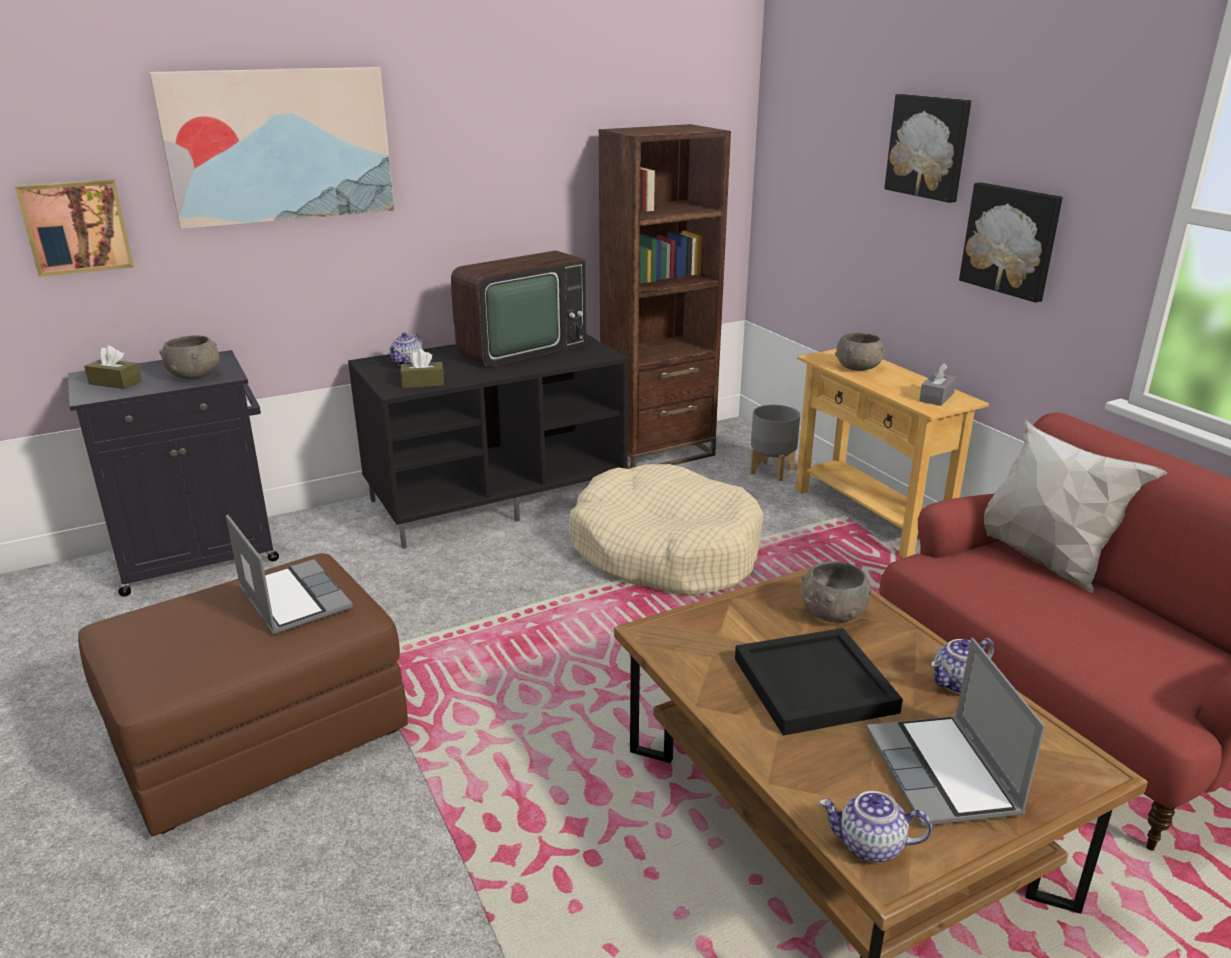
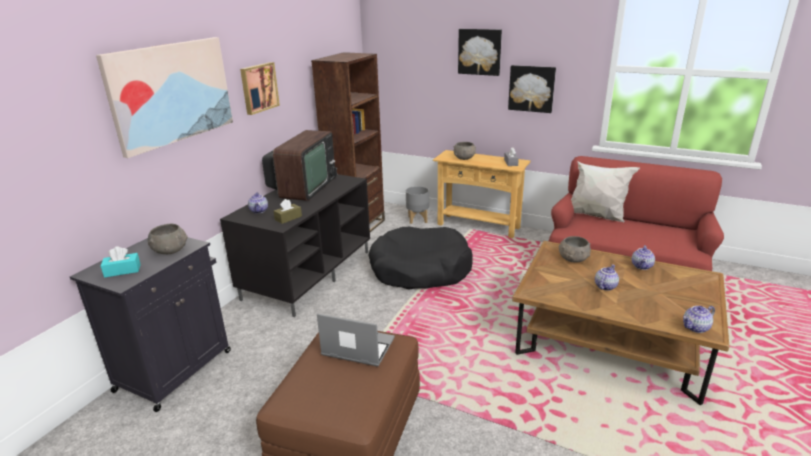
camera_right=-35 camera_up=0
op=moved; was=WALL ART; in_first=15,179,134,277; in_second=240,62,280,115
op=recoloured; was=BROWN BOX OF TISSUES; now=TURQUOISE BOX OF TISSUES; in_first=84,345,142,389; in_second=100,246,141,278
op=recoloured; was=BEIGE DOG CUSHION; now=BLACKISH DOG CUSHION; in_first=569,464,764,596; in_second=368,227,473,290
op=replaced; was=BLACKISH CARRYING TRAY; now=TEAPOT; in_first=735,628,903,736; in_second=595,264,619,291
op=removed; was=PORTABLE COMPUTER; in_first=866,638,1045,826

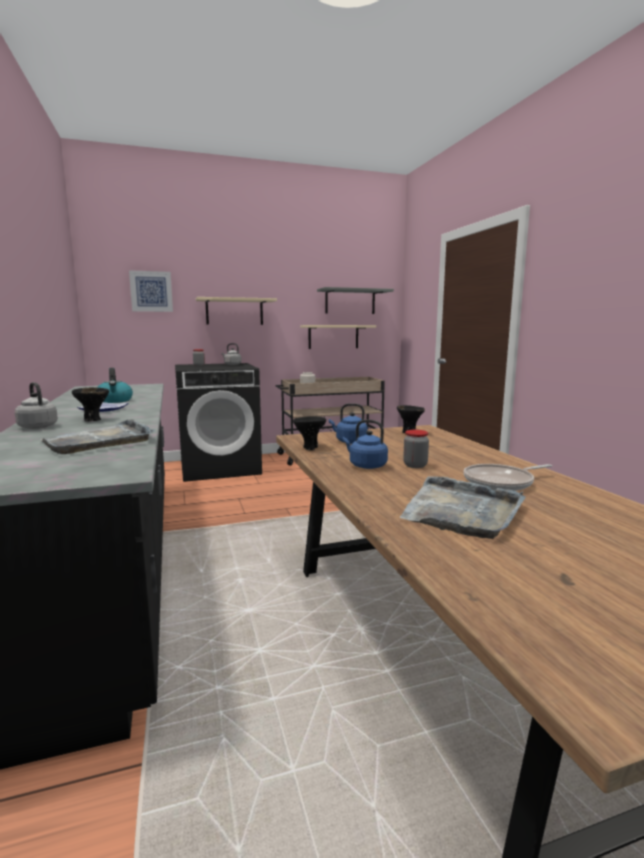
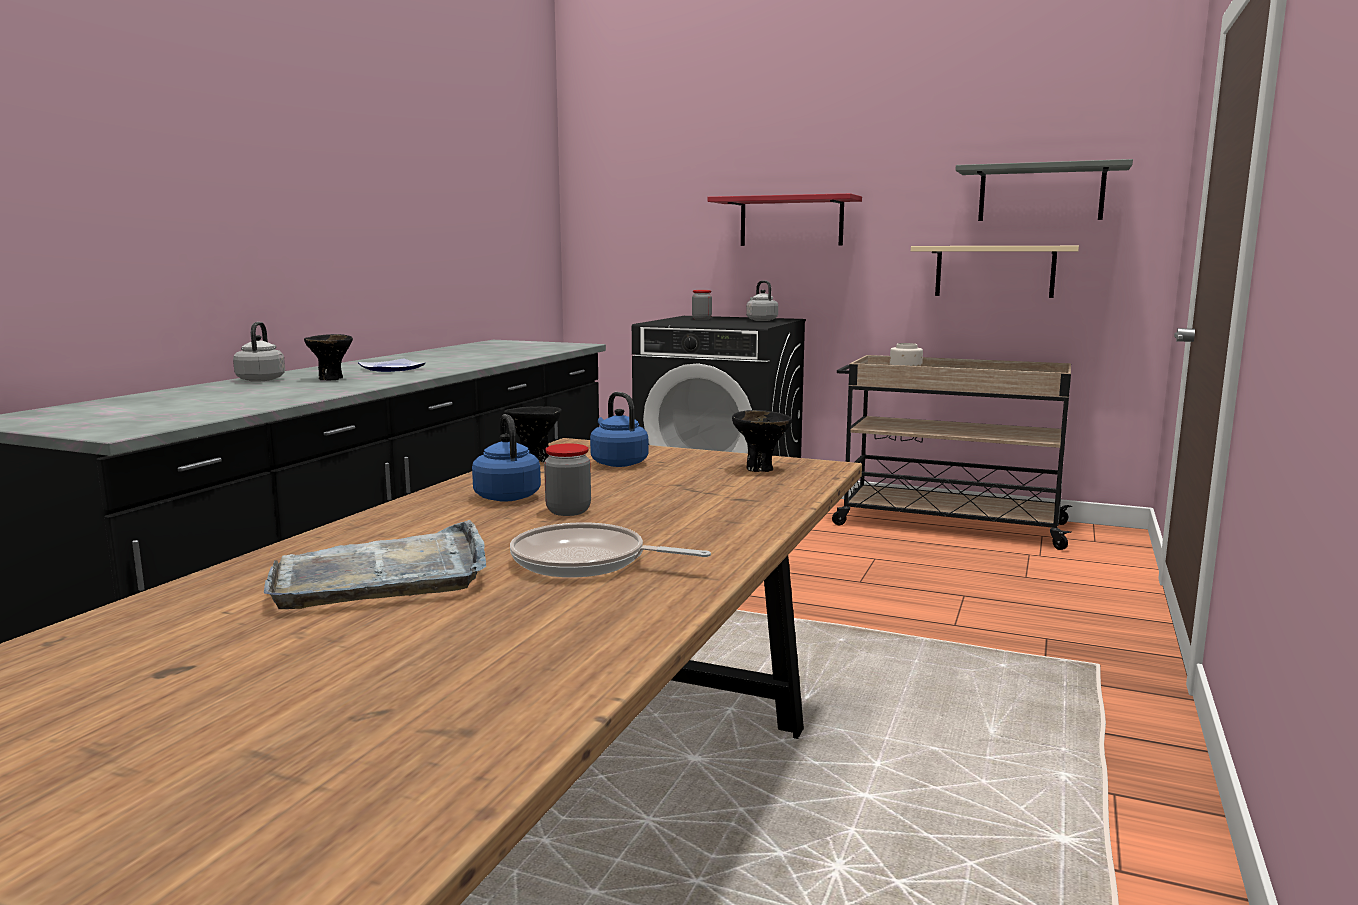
camera_right=40 camera_up=0
op=removed; was=WALL ART; in_first=129,270,173,312
op=recoloured; was=BEIGE WALL SHELF; now=REDDISH WALL SHELF; in_first=196,297,277,325; in_second=707,193,862,246
op=removed; was=TEA KETTLE; in_first=97,368,133,403
op=removed; was=GRAY CARRYING TRAY; in_first=40,419,156,454

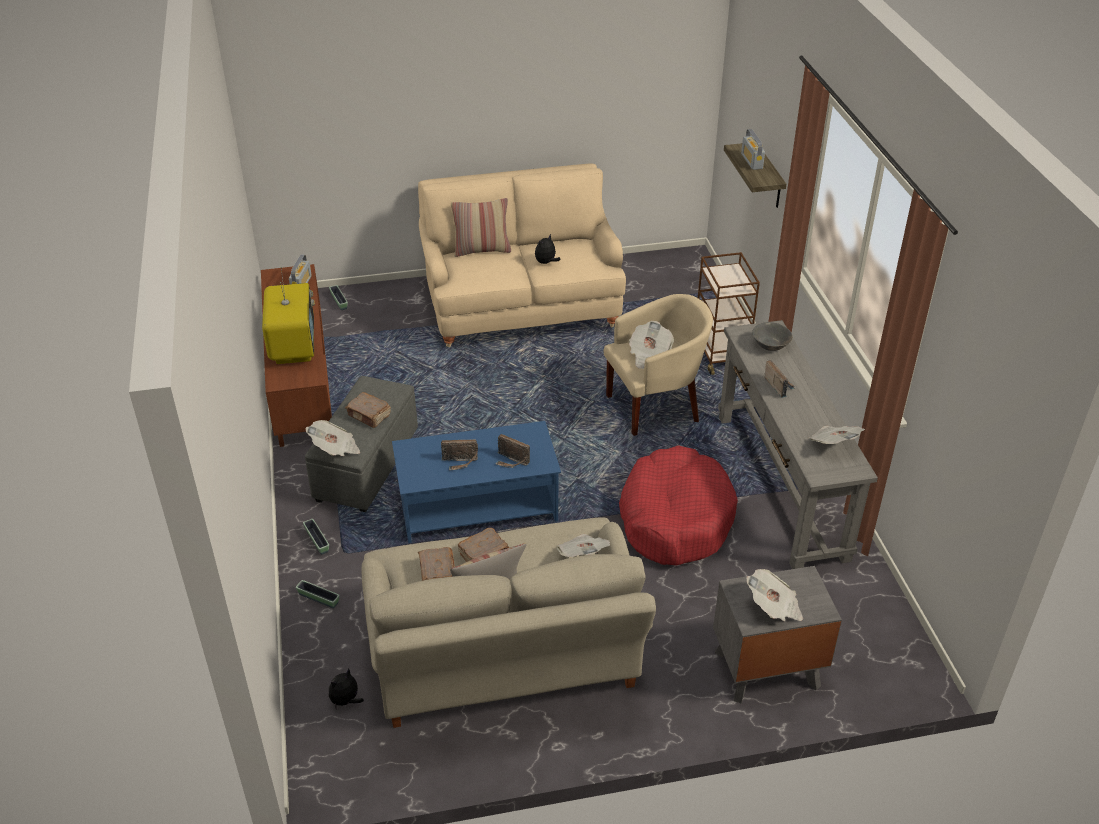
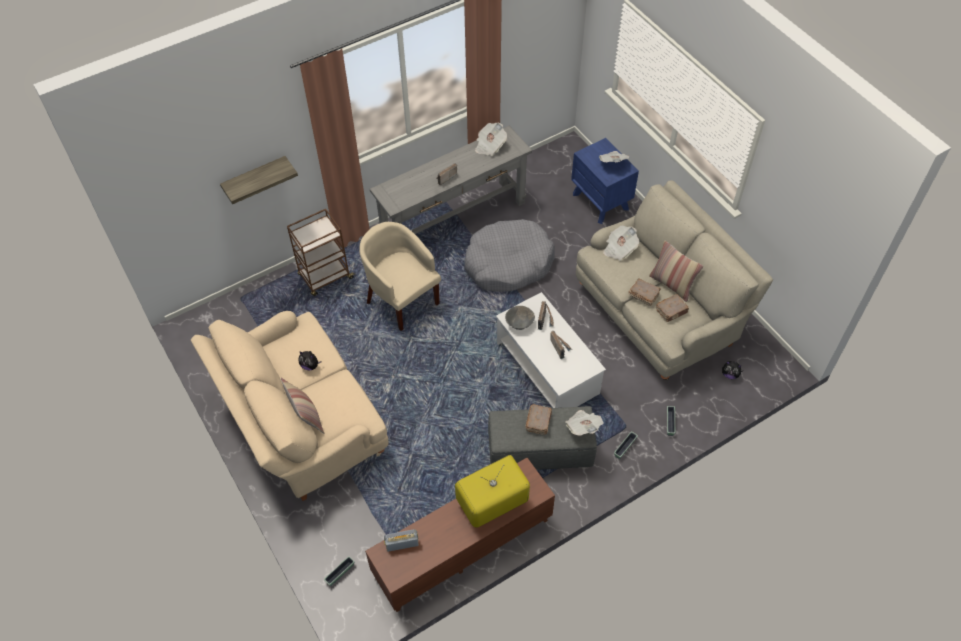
camera_right=-110 camera_up=15
op=removed; was=RADIO; in_first=741,129,765,170
op=removed; was=DAILY PAPER; in_first=629,321,674,369
op=moved; was=GRAY SERVING BOWL; in_first=752,322,793,351; in_second=505,306,535,330
op=recoloured; was=BLUE LOW TABLE; now=WHITE-COLOURED LOW TABLE; in_first=392,421,561,543; in_second=496,292,606,408
op=recoloured; was=REDDISH DOG CUSHION; now=GRAY DOG CUSHION; in_first=619,445,738,565; in_second=464,219,555,292
op=recoloured; was=GRAY BEDSIDE TABLE; now=BLUE BEDSIDE TABLE; in_first=713,566,842,703; in_second=571,138,639,224

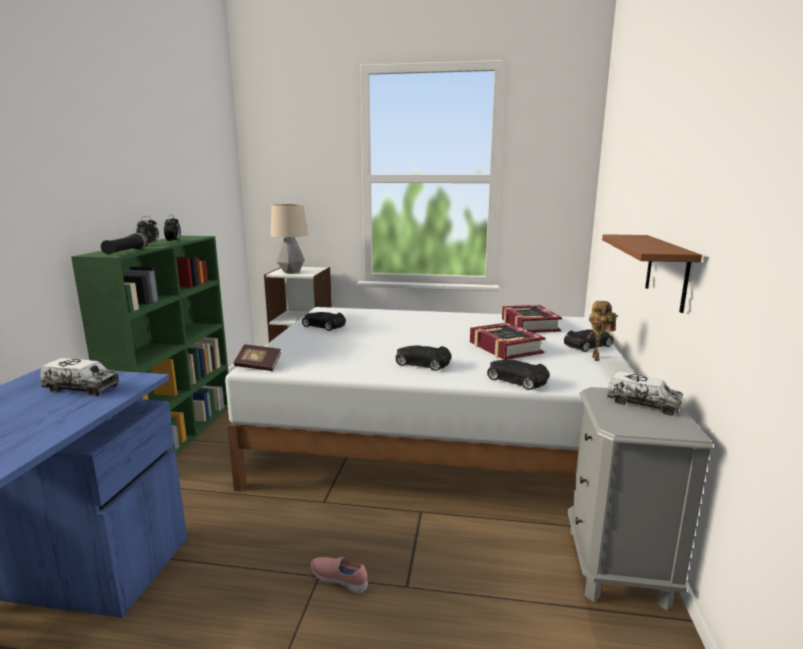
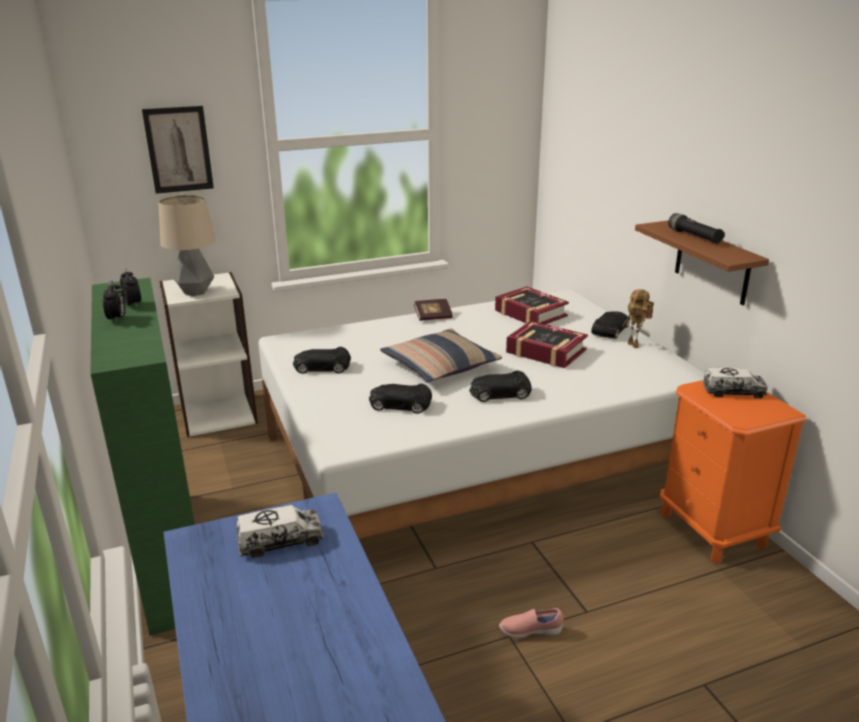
camera_right=-30 camera_up=10
op=moved; was=BLACKISH TORCH; in_first=101,233,149,255; in_second=668,213,725,244
op=moved; was=VOLUME; in_first=234,345,281,371; in_second=413,299,453,321
op=moved; was=BLACKISH MINIATURE CAR; in_first=487,360,550,390; in_second=369,383,432,414
op=recoloured; was=GRAY BEDSIDE TABLE; now=ORANGE BEDSIDE TABLE; in_first=568,387,713,610; in_second=660,380,807,564
op=added; now=WALL ART; in_second=142,106,214,194
op=added; now=CUSHION; in_second=380,329,502,383

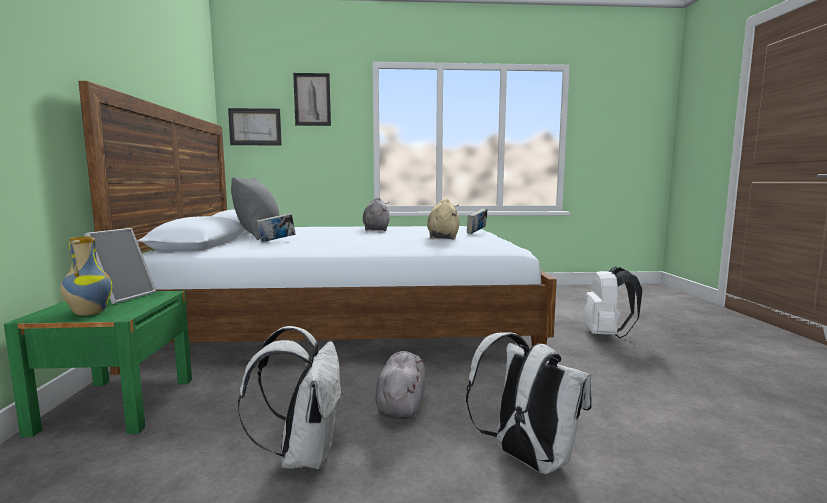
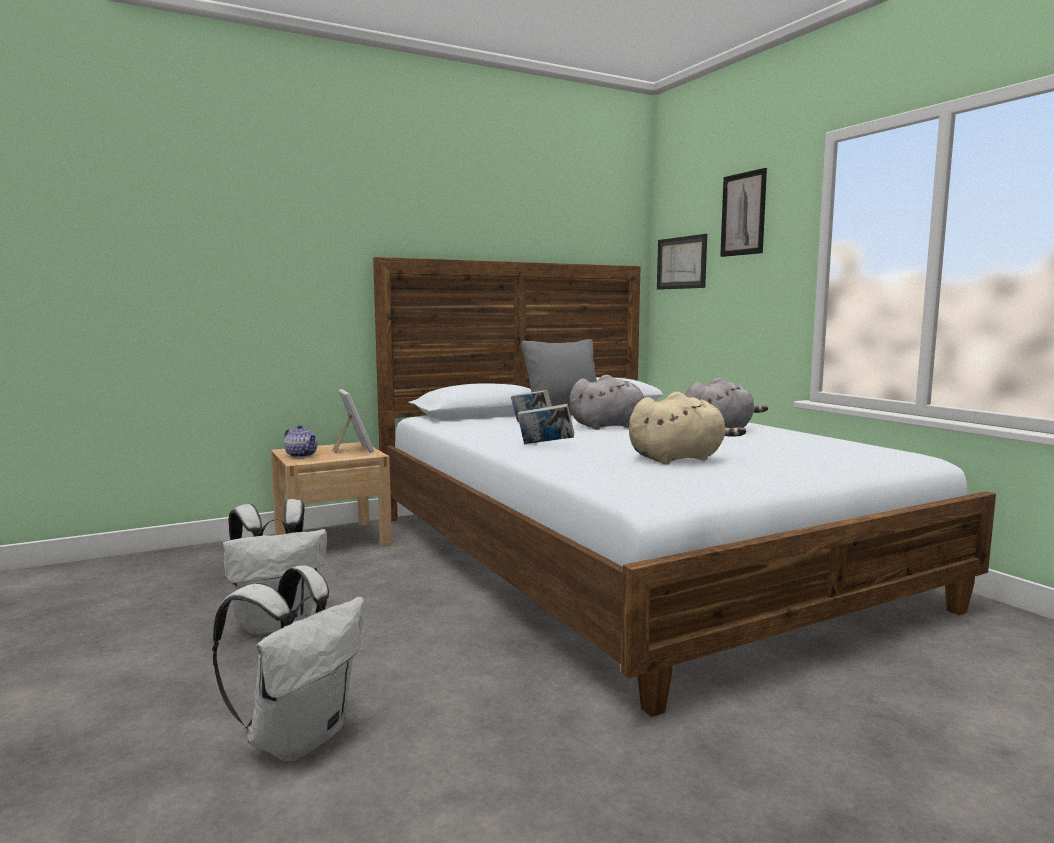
camera_right=65 camera_up=0
op=moved; was=VOLUME; in_first=467,208,488,234; in_second=517,404,574,444
op=turned; was=PICTURE FRAME; in_first=85,228,156,304; in_second=333,389,374,453; clockwise=-105
op=replaced; was=DECORATIVE VASE; now=TEAPOT; in_first=60,237,112,316; in_second=284,425,318,458
op=removed; was=WHITE-COLOURED KNAPSACK; in_first=583,266,642,338
op=recoloured; was=GREEN BEDSIDE TABLE; now=BEIGE BEDSIDE TABLE; in_first=4,291,192,437; in_second=271,442,392,547
op=moved; was=GRAY CUDDLY TOY; in_first=375,351,425,419; in_second=569,375,644,430

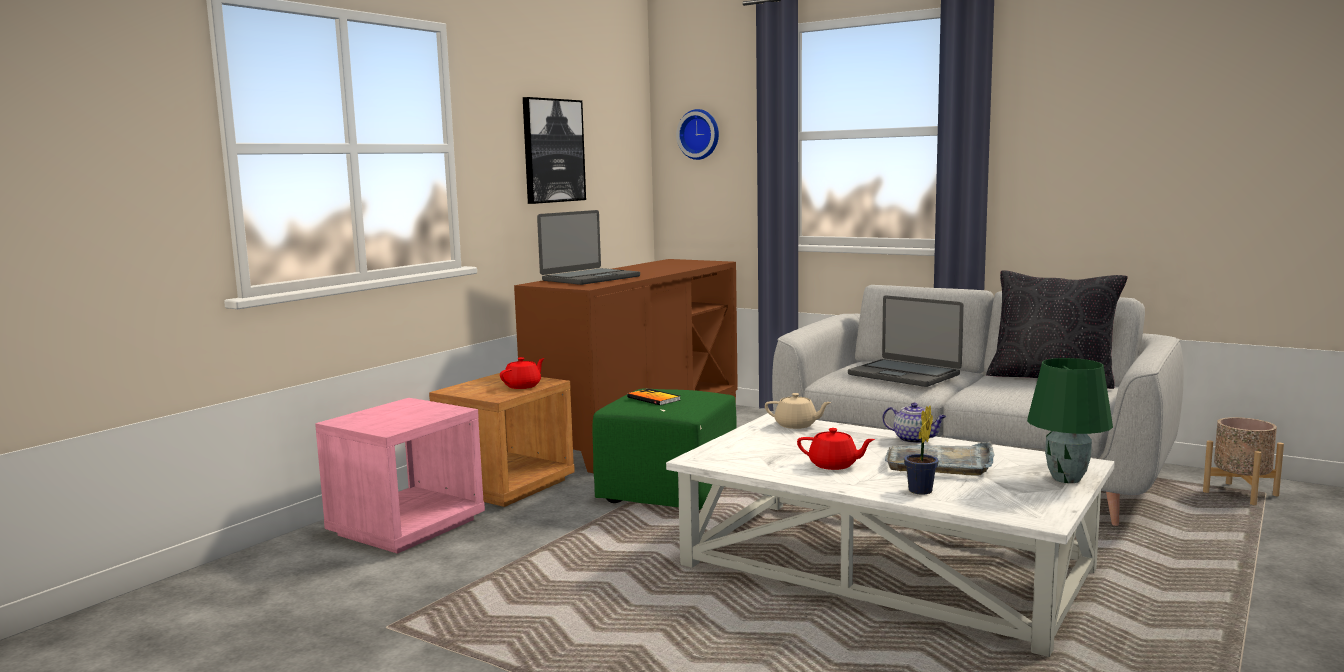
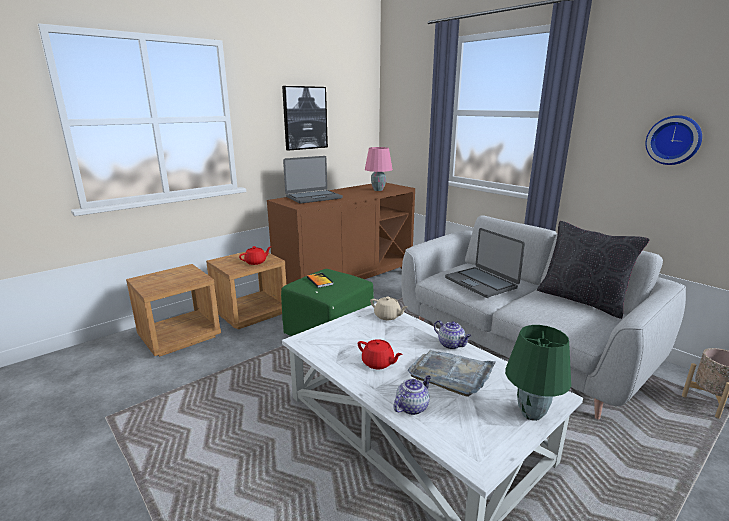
camera_right=15 camera_up=10
op=moved; was=HANGING CLOCK; in_first=676,109,719,160; in_second=646,115,702,165
op=recoloured; was=PINK-COLOURED BEDSIDE TABLE; now=BROWN BEDSIDE TABLE; in_first=315,398,485,554; in_second=126,264,221,357
op=replaced; was=POTTED PLANT; now=TEAPOT; in_first=904,406,939,495; in_second=393,375,431,415
op=added; now=PINK-COLOURED TABLETOP LAMP; in_second=365,147,393,191

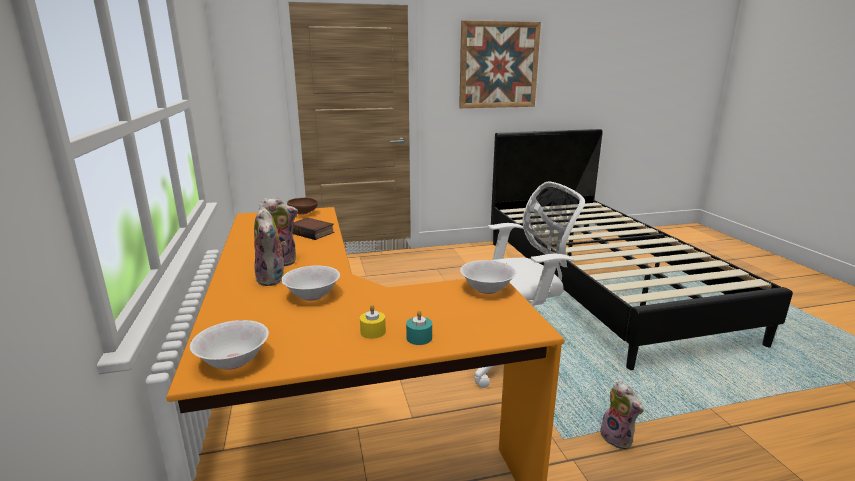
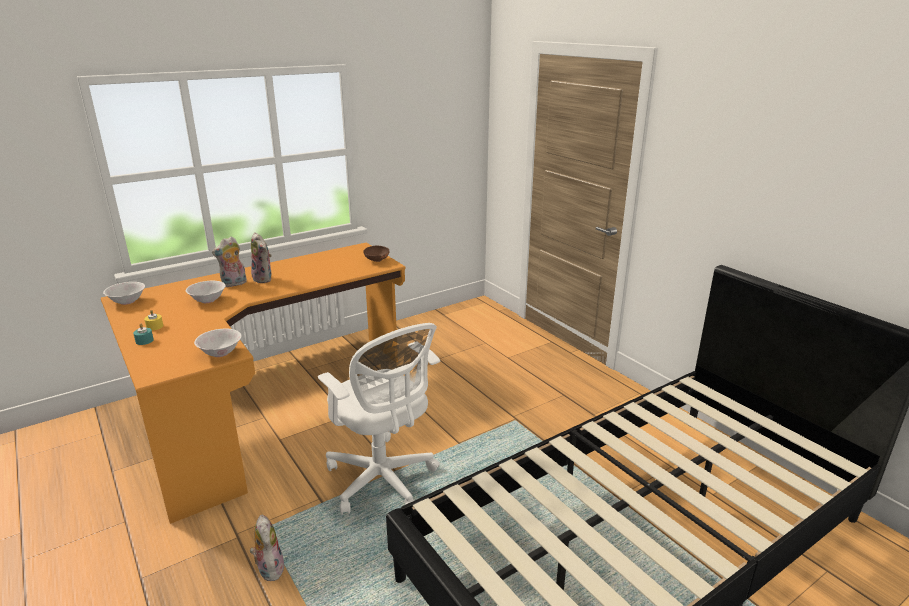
camera_right=70 camera_up=5
op=removed; was=WALL ART; in_first=459,20,541,108
op=removed; was=VOLUME; in_first=292,218,334,240
op=turned; was=CUDDLY TOY; in_first=600,381,644,449; in_second=250,515,285,581; clockwise=120

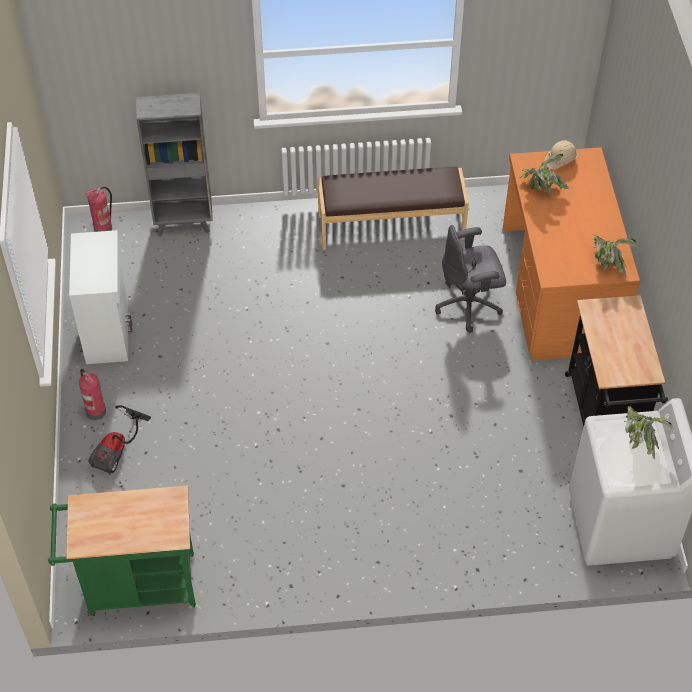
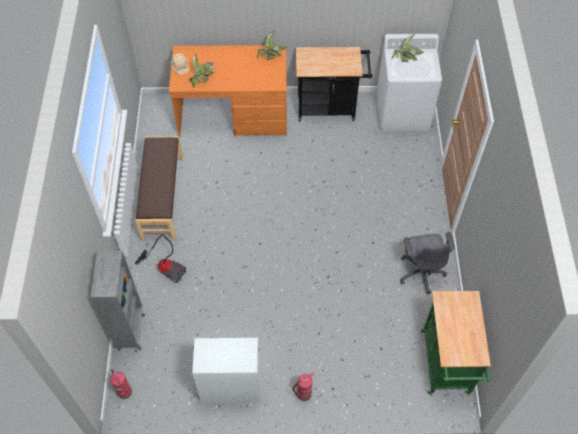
camera_right=-85 camera_up=5
op=moved; was=GRAY DESK CHAIR; in_first=435,225,506,333; in_second=400,232,455,294
op=moved; was=VACUUM CLEANER; in_first=88,405,151,475; in_second=135,234,186,283

